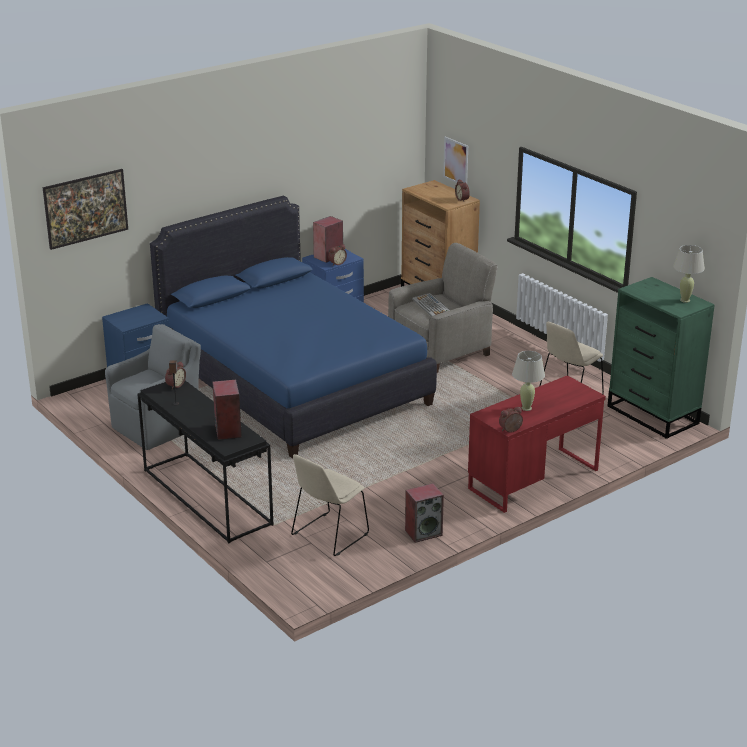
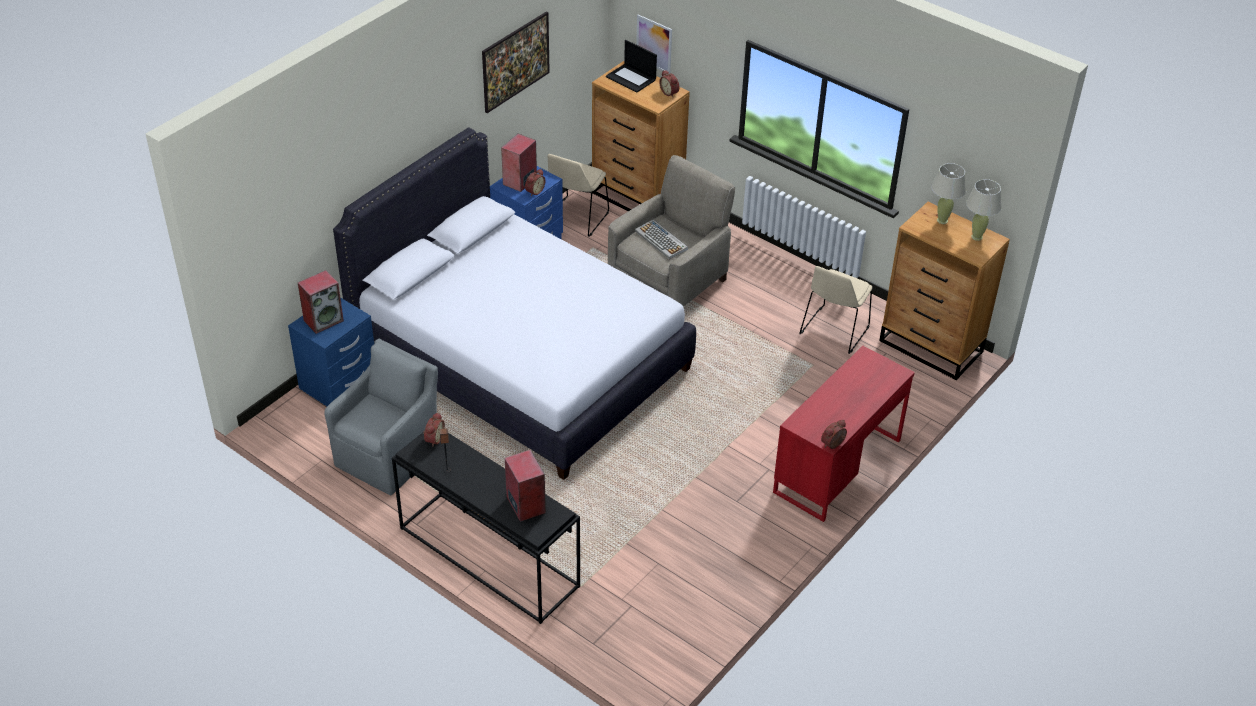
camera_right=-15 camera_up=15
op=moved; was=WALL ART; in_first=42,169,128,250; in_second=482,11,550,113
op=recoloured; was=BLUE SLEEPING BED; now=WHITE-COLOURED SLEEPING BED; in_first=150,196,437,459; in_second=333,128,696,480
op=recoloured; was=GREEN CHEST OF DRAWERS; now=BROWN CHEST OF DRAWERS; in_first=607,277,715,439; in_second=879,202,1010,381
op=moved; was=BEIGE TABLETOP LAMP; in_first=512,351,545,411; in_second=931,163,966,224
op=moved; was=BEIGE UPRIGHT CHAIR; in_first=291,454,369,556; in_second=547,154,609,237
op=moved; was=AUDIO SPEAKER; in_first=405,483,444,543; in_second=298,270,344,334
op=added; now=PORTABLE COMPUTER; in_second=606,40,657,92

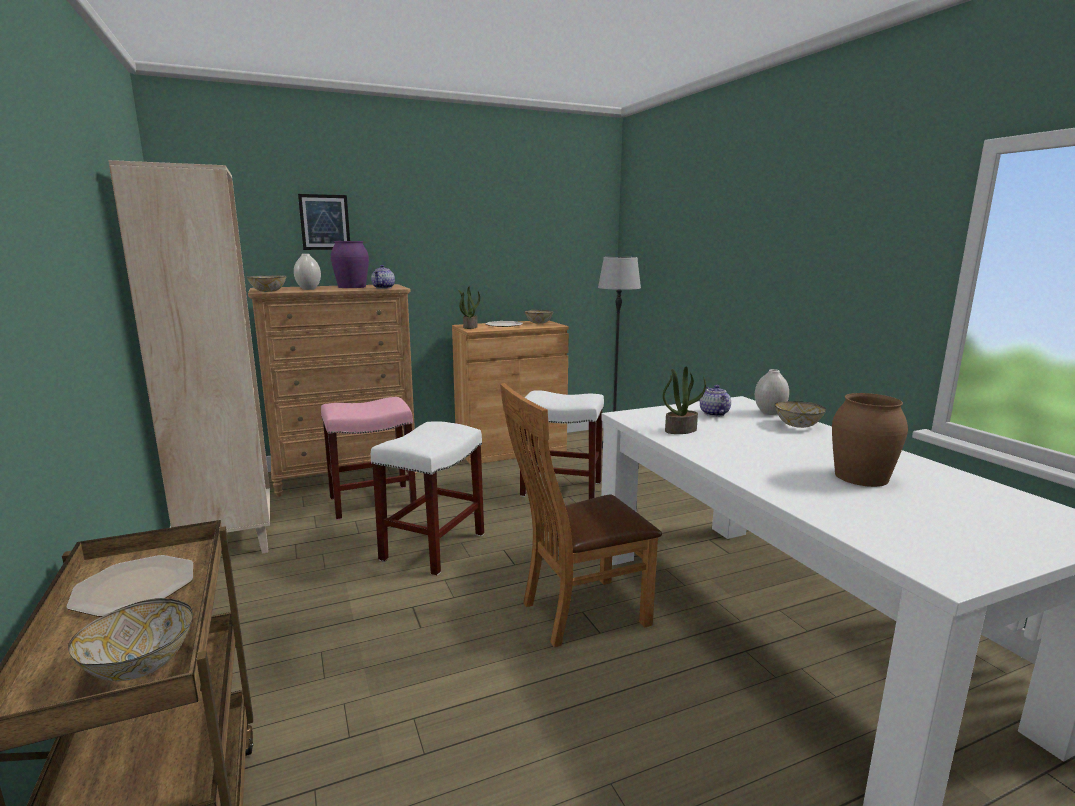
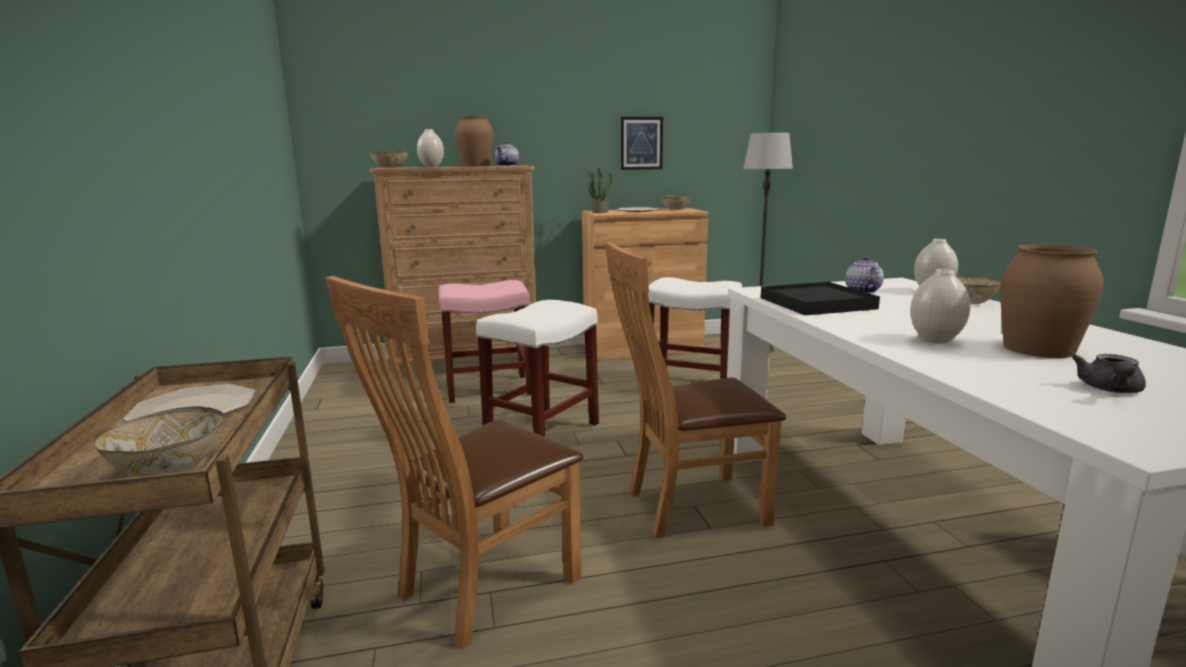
camera_right=10 camera_up=0
op=removed; was=BEIGE BOOKSHELF; in_first=108,160,270,554
op=moved; was=WALL ART; in_first=298,194,350,250; in_second=621,117,663,170
op=recoloured; was=PURPLISH DECORATIVE VASE; now=BROWN DECORATIVE VASE; in_first=331,241,369,288; in_second=455,116,494,167
op=replaced; was=POTTED PLANT; now=BLACKISH CARRYING TRAY; in_first=663,366,706,434; in_second=761,282,880,315
op=added; now=WHITE-COLOURED DECORATIVE VASE; in_second=910,269,970,344
op=added; now=BROWN UPRIGHT CHAIR; in_second=325,276,583,649
op=added; now=GRAY TEAPOT; in_second=1072,354,1146,393

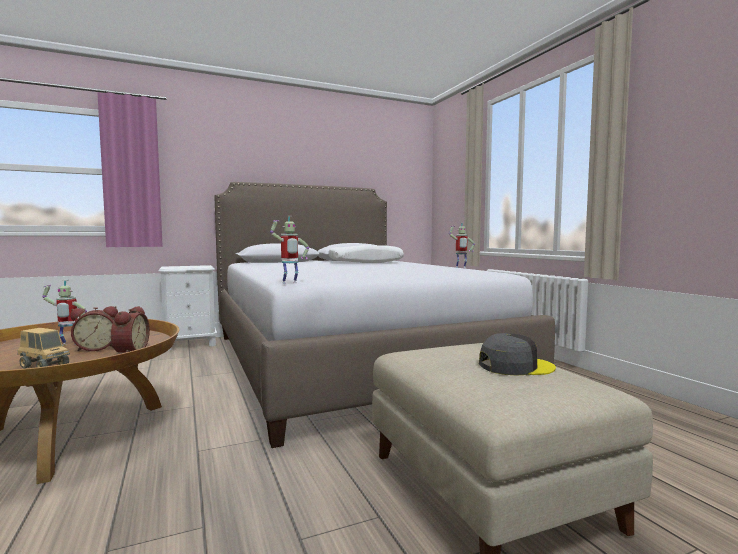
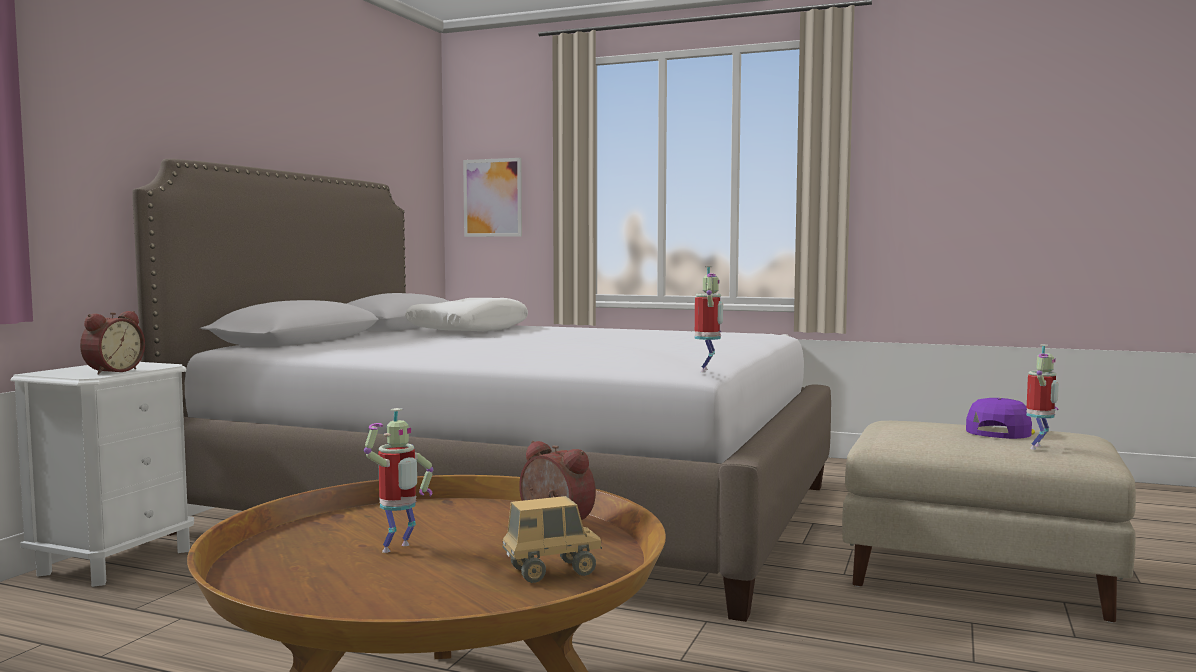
camera_right=-45 camera_up=0
op=moved; was=ROBOT FIGURE; in_first=449,223,475,268; in_second=1026,344,1059,450
op=moved; was=BEDSIDE CLOCK; in_first=70,306,118,351; in_second=80,311,145,375
op=recoloured; was=GRAY CAP; now=PURPLISH CAP; in_first=479,333,556,376; in_second=966,398,1035,439
op=added; now=WALL ART; in_second=463,158,522,237

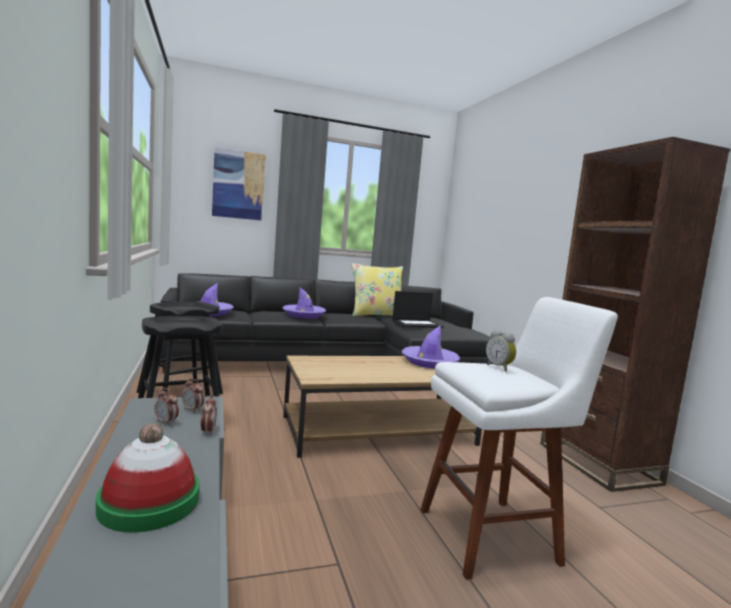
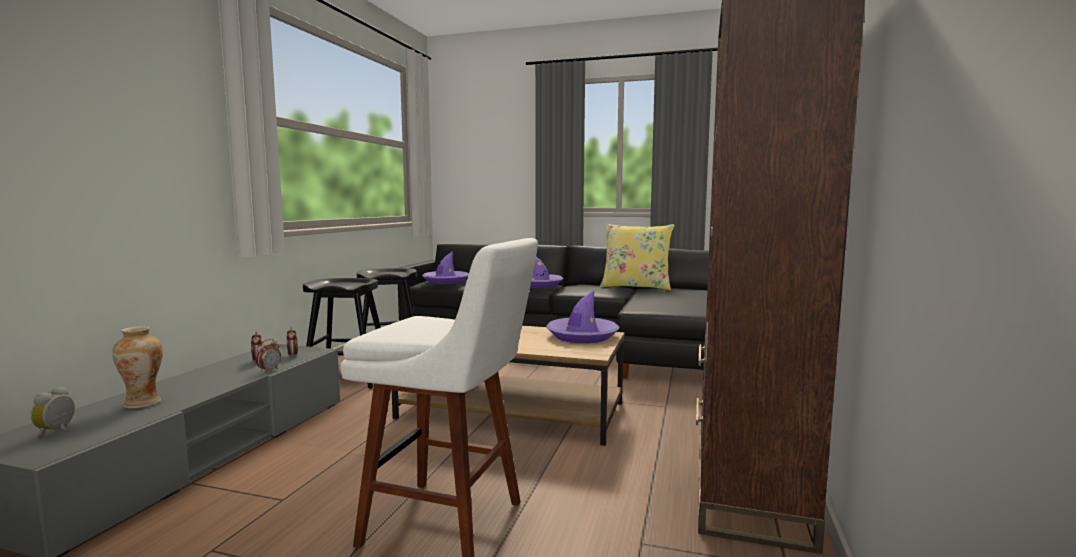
camera_right=35 camera_up=0
op=removed; was=WALL ART; in_first=212,148,266,221
op=removed; was=PORTABLE COMPUTER; in_first=393,291,444,328
op=moved; was=BEDSIDE CLOCK; in_first=486,329,516,372; in_second=31,386,75,437
op=replaced; was=WEARABLE HAT; now=DECORATIVE VASE; in_first=96,423,200,533; in_second=112,326,163,409

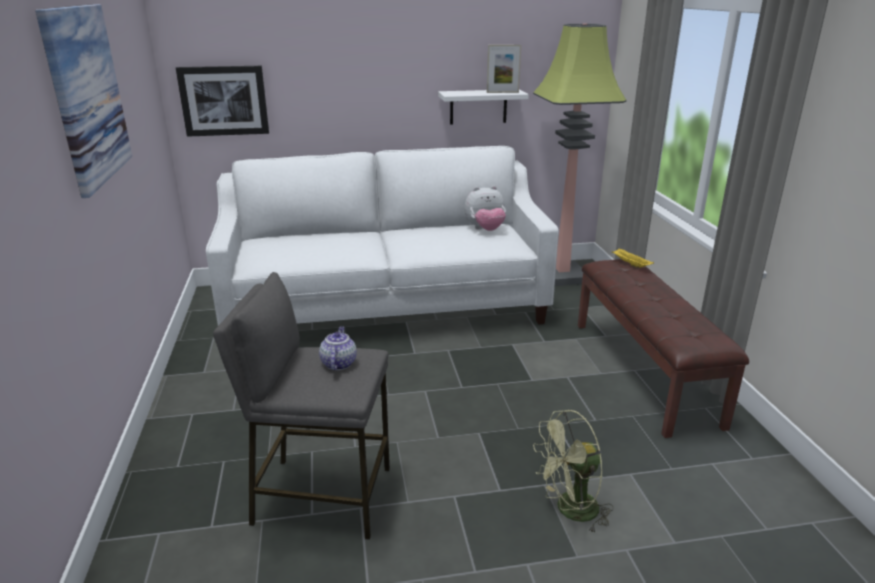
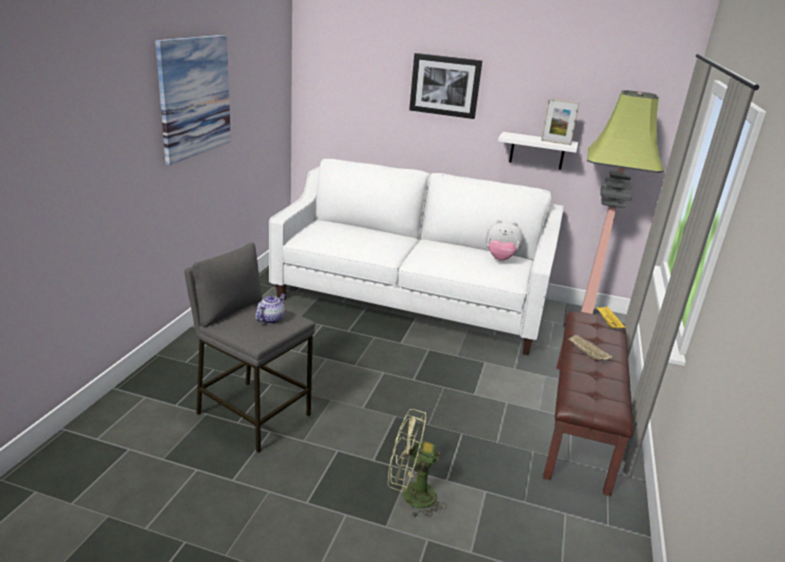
camera_right=25 camera_up=0
op=moved; was=WALL ART; in_first=176,66,269,137; in_second=409,53,482,119
op=added; now=BEIGE CARRYING TRAY; in_second=568,334,613,360

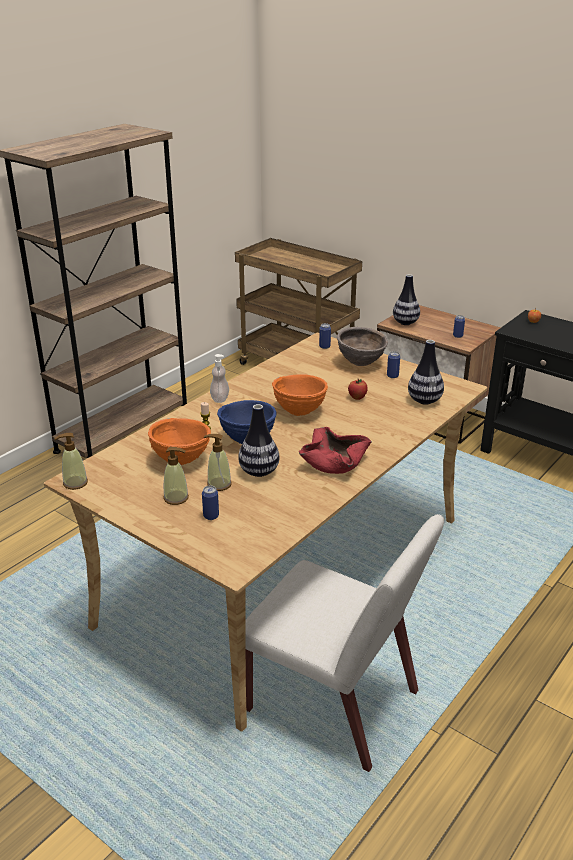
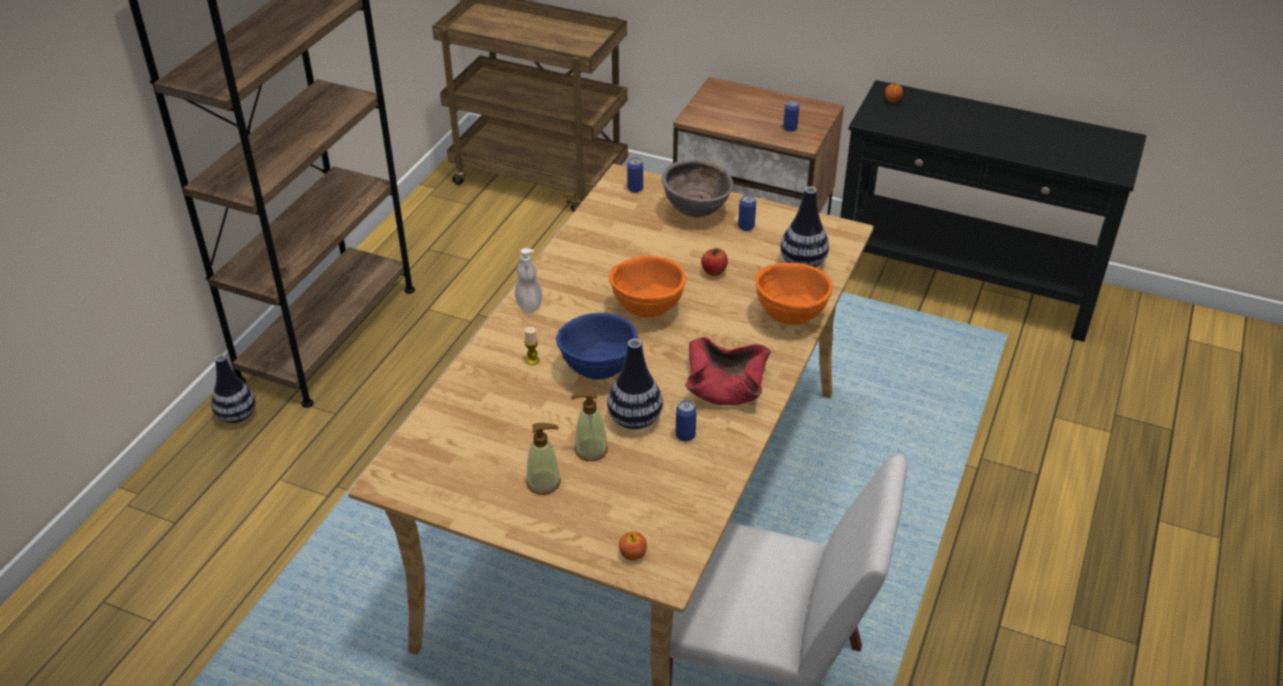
camera_right=-15 camera_up=10
op=moved; was=DECORATIVE VASE; in_first=393,274,420,325; in_second=211,355,256,423
op=moved; was=ORANGE SERVING BOWL; in_first=148,418,211,465; in_second=755,263,833,325
op=removed; was=SOAP BOTTLE; in_first=54,433,88,490
op=moved; was=CAN; in_first=202,485,219,520; in_second=676,400,697,442
op=added; now=APPLE; in_second=619,531,647,560

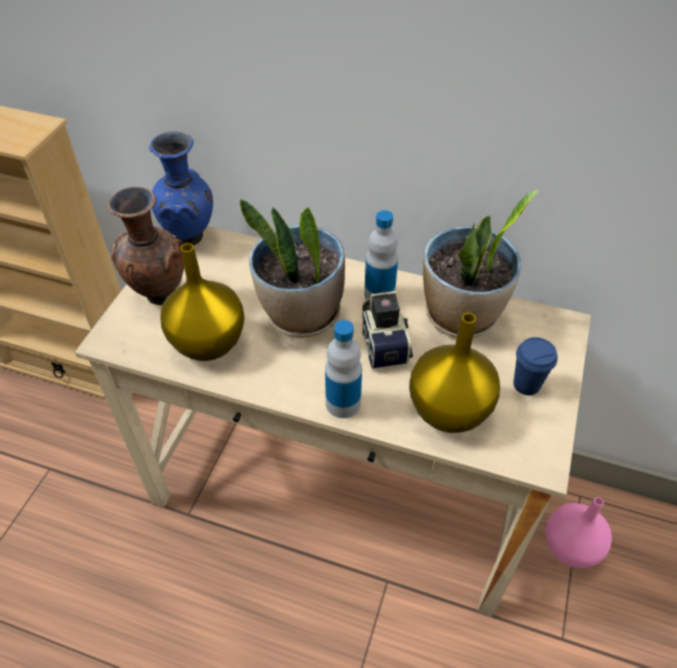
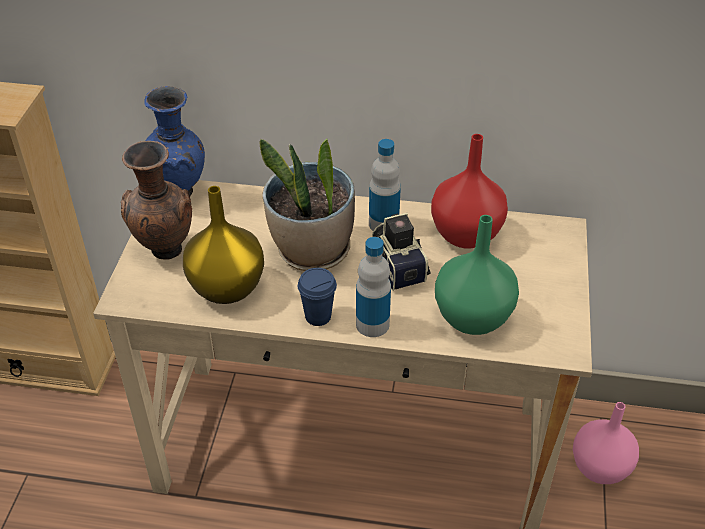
camera_right=-10 camera_up=-5
op=replaced; was=POTTED PLANT; now=REDDISH DECORATIVE VASE; in_first=423,190,540,338; in_second=431,134,508,249
op=recoloured; was=YELLOW-COLOURED DECORATIVE VASE; now=GREEN DECORATIVE VASE; in_first=409,313,500,433; in_second=435,215,519,335
op=moved; was=BLUE CUP; in_first=513,337,558,395; in_second=298,268,337,326

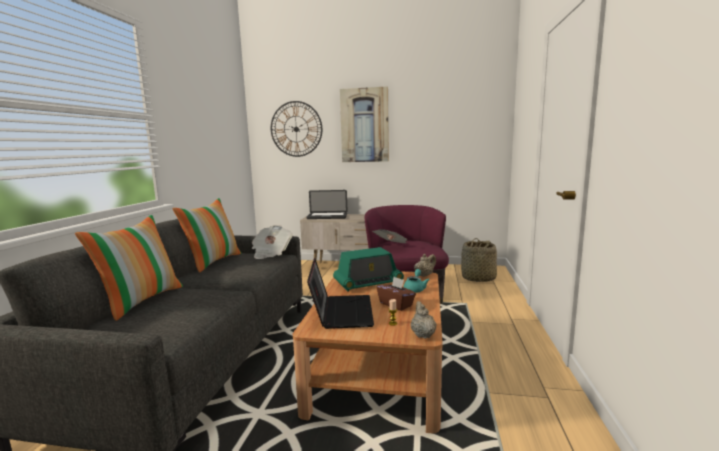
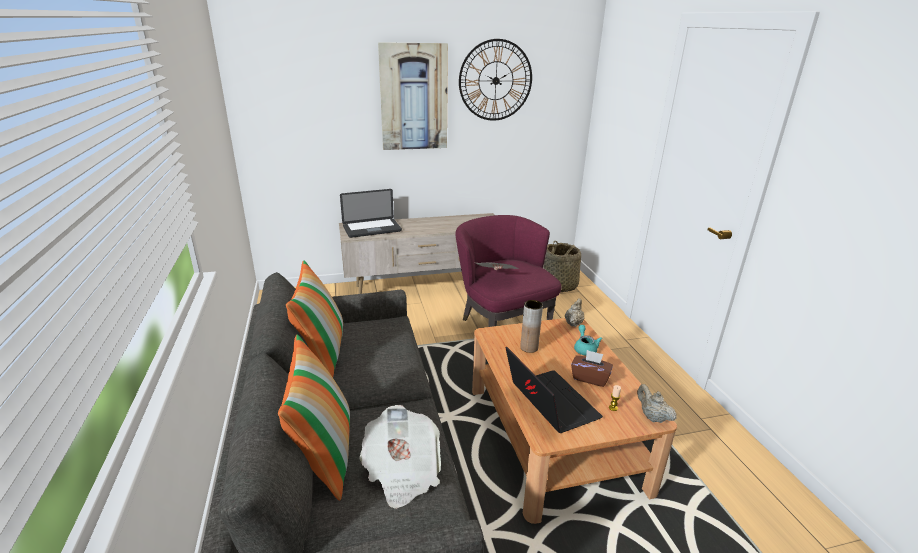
camera_right=-25 camera_up=15
op=moved; was=HANGING CLOCK; in_first=271,101,322,157; in_second=459,39,532,121
op=moved; was=DAILY PAPER; in_first=251,225,293,259; in_second=359,405,441,509
op=replaced; was=RADIO; now=BROWN DECORATIVE VASE; in_first=333,247,404,292; in_second=520,300,543,353

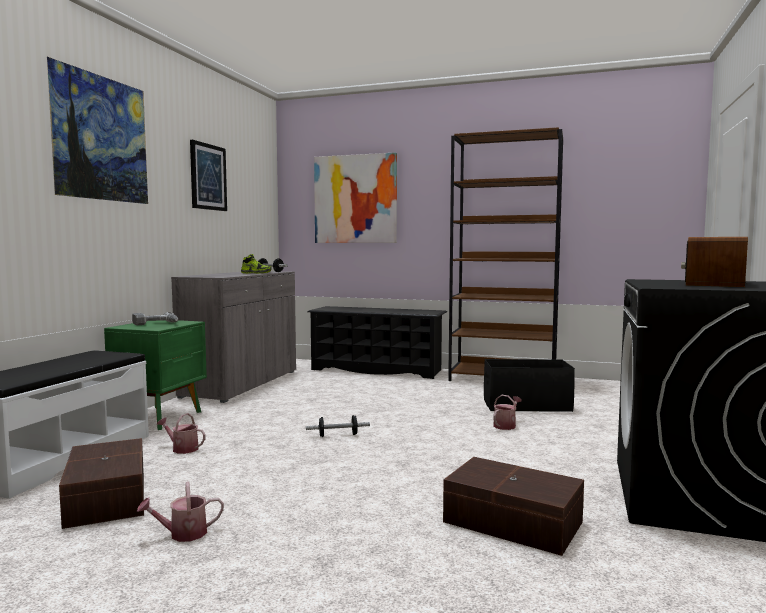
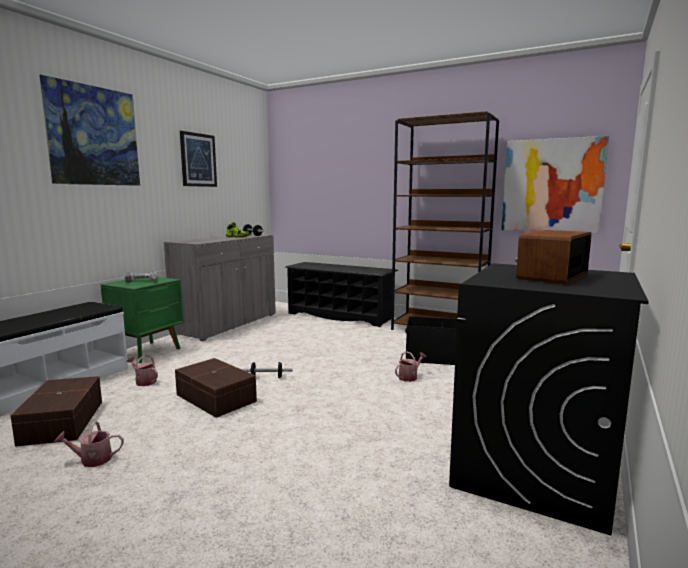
camera_right=10 camera_up=5
op=moved; was=WALL ART; in_first=314,152,397,243; in_second=501,136,609,234
op=moved; was=BROWN STORAGE BOX; in_first=443,457,584,556; in_second=175,358,257,418

